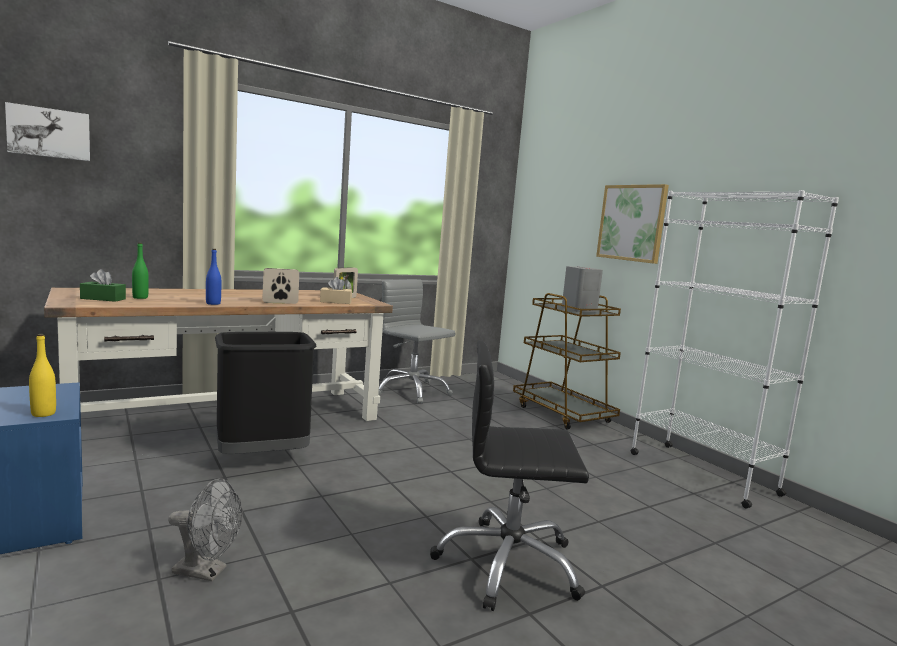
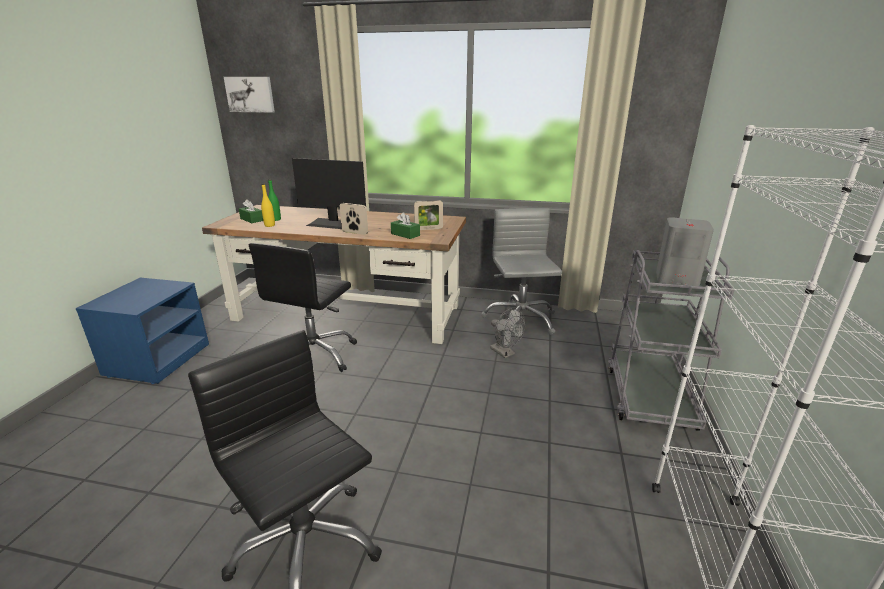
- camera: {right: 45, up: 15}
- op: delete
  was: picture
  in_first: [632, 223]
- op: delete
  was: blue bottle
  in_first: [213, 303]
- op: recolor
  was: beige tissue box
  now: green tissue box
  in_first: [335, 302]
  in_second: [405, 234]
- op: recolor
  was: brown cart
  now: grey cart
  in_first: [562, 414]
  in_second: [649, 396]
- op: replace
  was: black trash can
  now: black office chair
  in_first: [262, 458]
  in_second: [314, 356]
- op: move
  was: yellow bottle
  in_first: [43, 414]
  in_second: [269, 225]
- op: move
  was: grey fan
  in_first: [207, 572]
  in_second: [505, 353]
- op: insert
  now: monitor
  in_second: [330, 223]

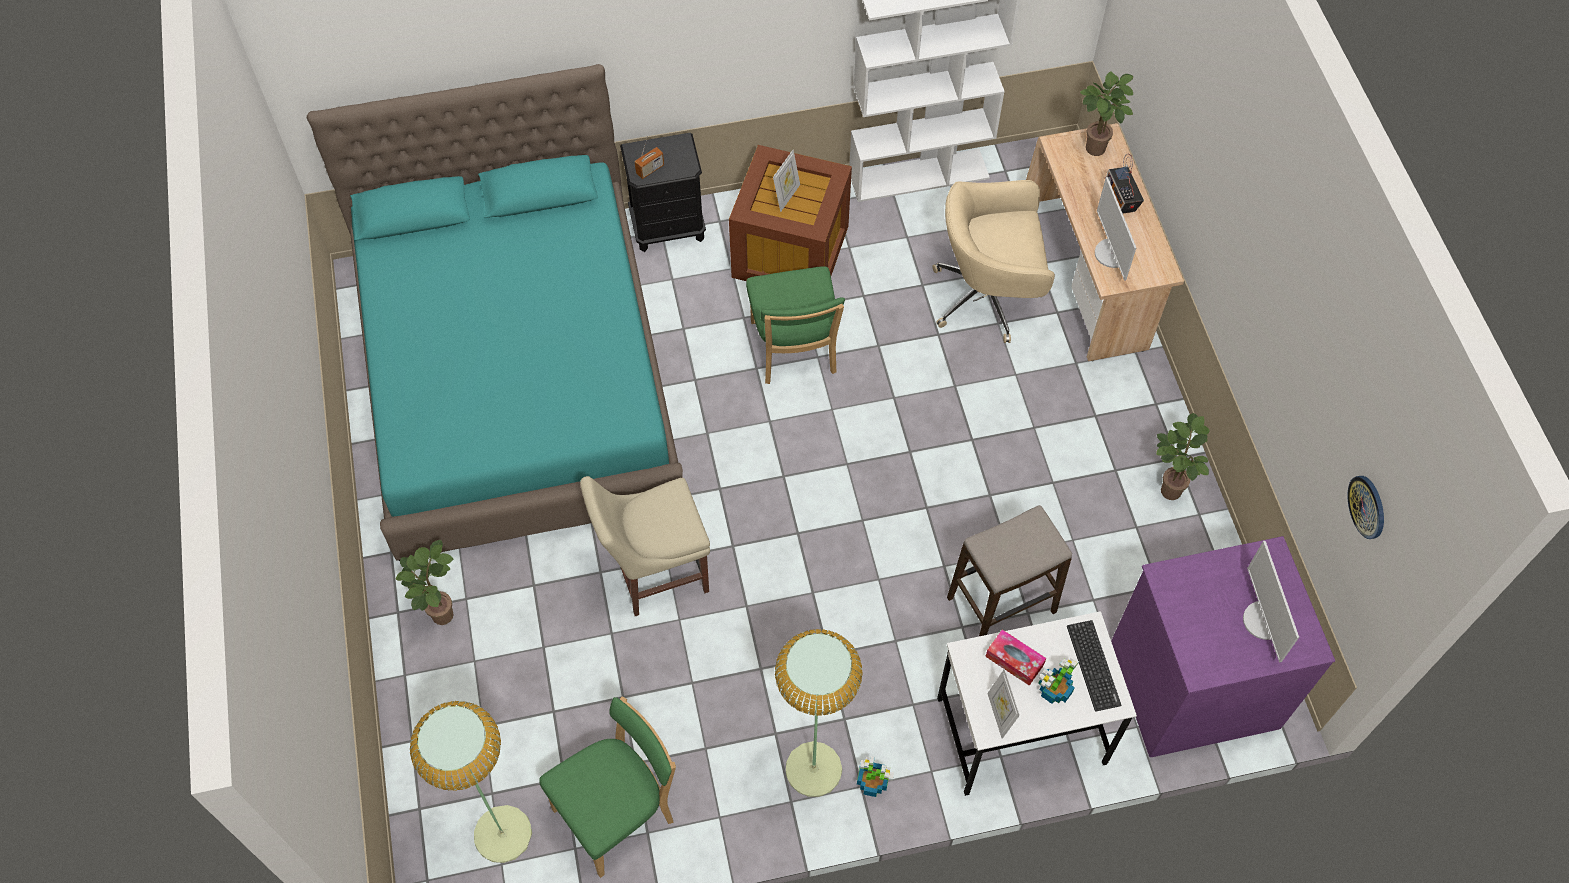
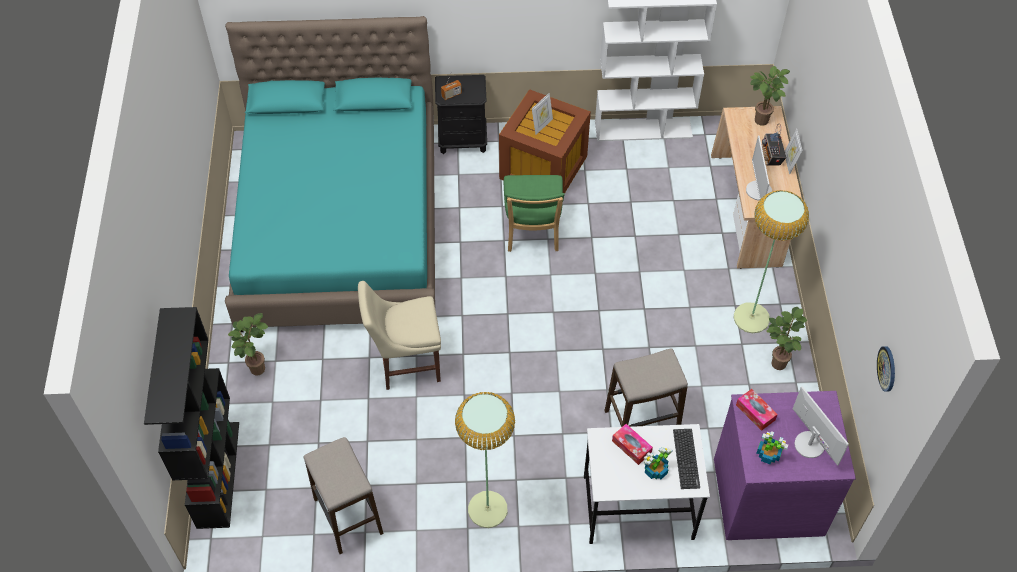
- camera: {right: 10, up: -5}
- op: delete
  was: beige office chair
  in_first: [988, 296]
- op: rotate
  was: monitor
  in_first: [1263, 621]
  in_second: [809, 444]
  clockwise: 150
- op: move
  was: picture frame
  in_first: [999, 714]
  in_second: [789, 163]
- op: replace
  was: green chair
  now: stool
  in_first: [619, 813]
  in_second: [348, 516]
- op: move
  was: floor lamp
  in_first: [502, 834]
  in_second: [751, 318]
- op: move
  was: potted plant
  in_first: [872, 782]
  in_second: [767, 454]
- op: insert
  now: black bookcase
  in_second: [217, 473]
- op: insert
  now: tissue box
  in_second: [755, 412]

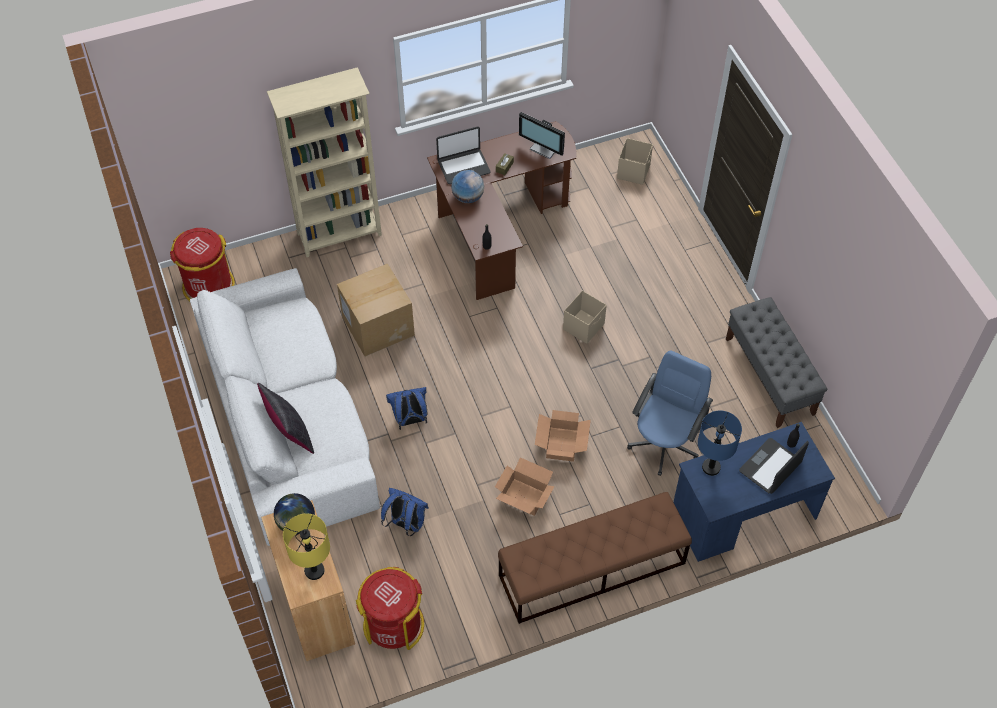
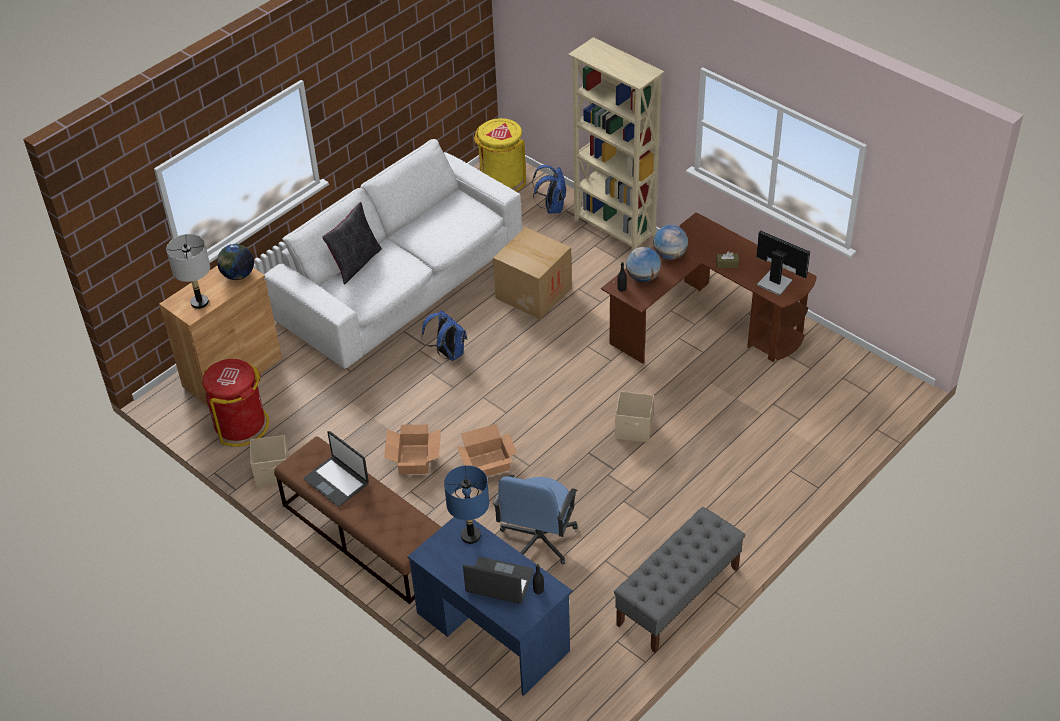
- camera: {right: 65, up: -10}
- op: rotate
  was: monitor
  in_first: [545, 148]
  in_second: [775, 282]
  clockwise: 120
- op: move
  was: laptop
  in_first: [463, 166]
  in_second: [337, 481]
- op: move
  was: beige storage box
  in_first: [634, 171]
  in_second: [273, 473]
- op: recolor
  was: red trash can
  now: yellow trash can
  in_first: [208, 286]
  in_second: [501, 180]
- op: rotate
  was: blue office chair
  in_first: [664, 443]
  in_second: [538, 540]
  clockwise: 105
- op: move
  was: blue backpack
  in_first: [406, 524]
  in_second: [552, 207]
- op: recolor
  was: yellow table lamp
  now: grey table lamp
  in_first: [314, 570]
  in_second: [200, 302]
- op: insert
  now: globe
  in_second: [643, 277]

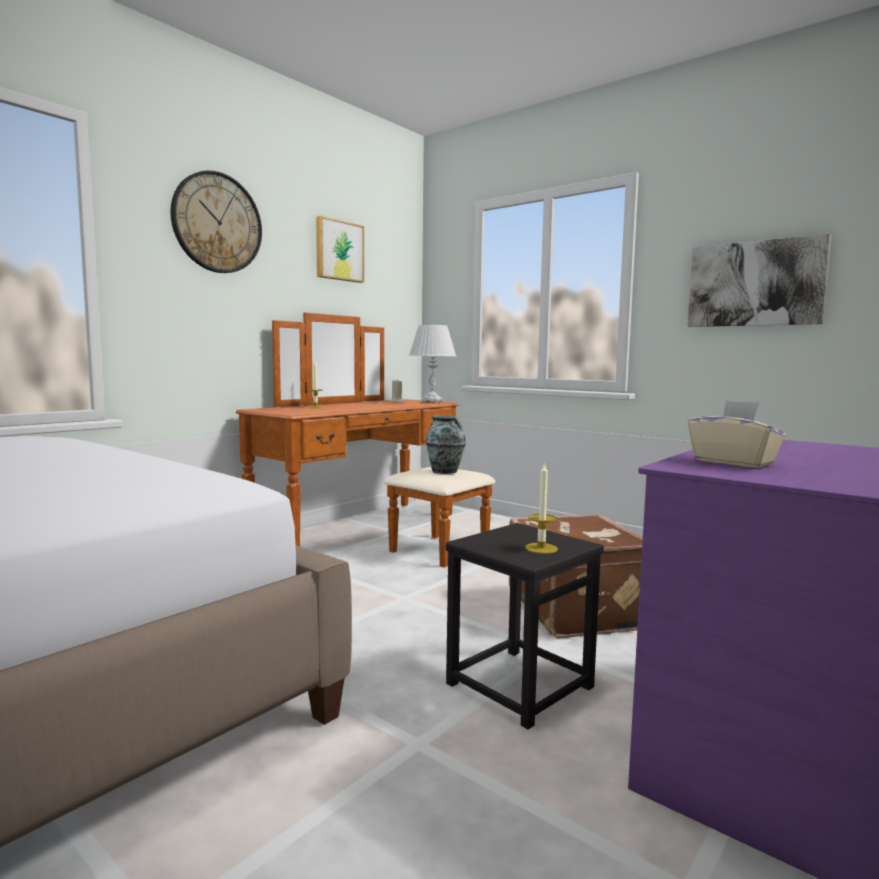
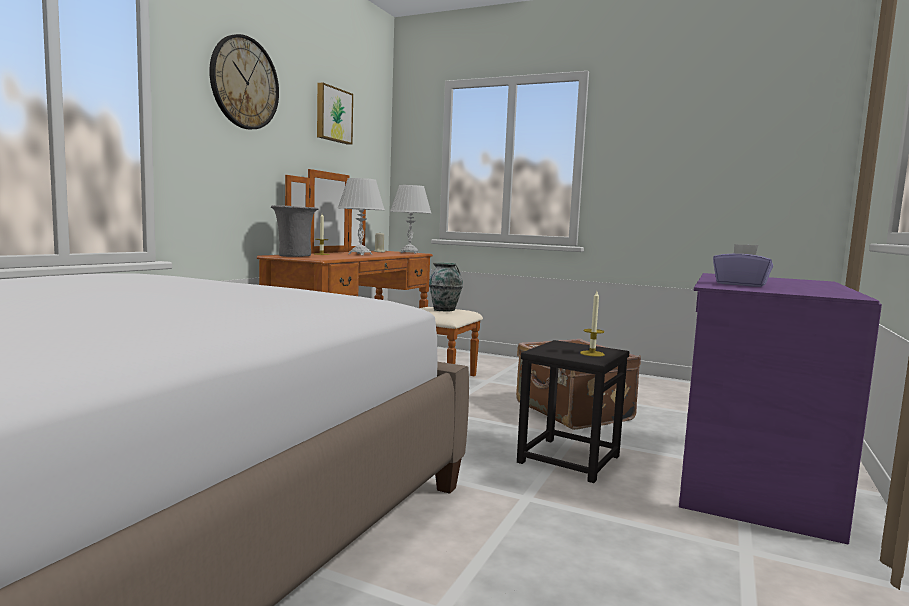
- camera: {right: -15, up: 0}
- op: delete
  was: picture
  in_first: [755, 284]
- op: recolor
  was: beige tissue box
  now: purple tissue box
  in_first: [733, 462]
  in_second: [741, 284]
- op: insert
  now: white table lamp
  in_second: [360, 254]
- op: insert
  now: grey vase
  in_second: [295, 256]

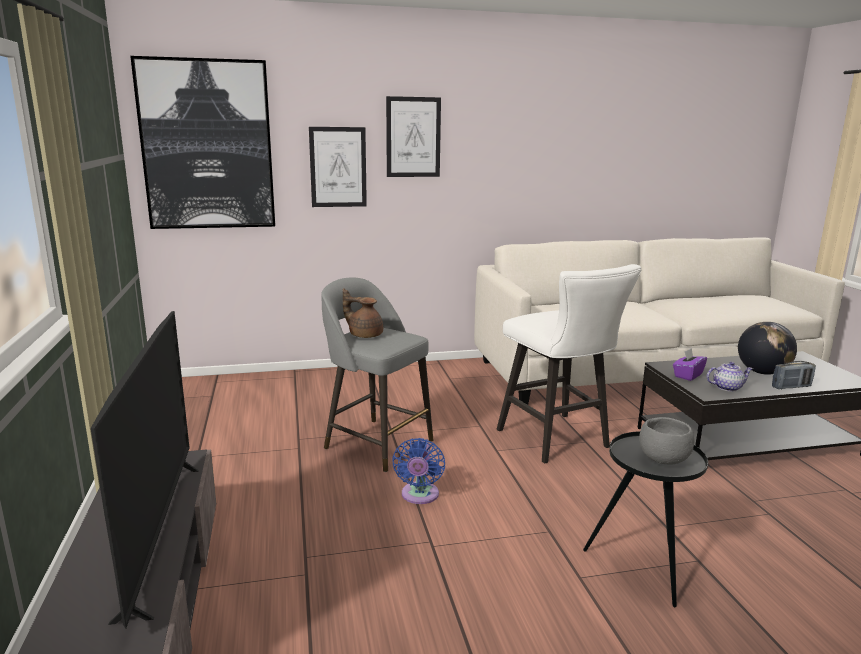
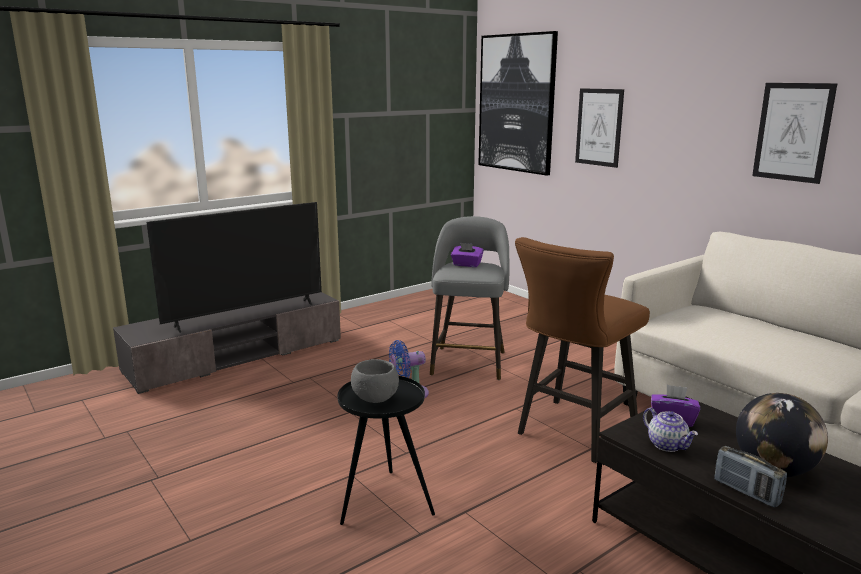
- camera: {right: 65, up: 0}
- op: move
  was: picture
  in_first: [413, 137]
  in_second: [792, 132]
- op: recolor
  was: white stool
  now: brown stool
  in_first: [558, 441]
  in_second: [572, 433]
- op: replace
  was: brown teapot
  now: purple tissue box
  in_first: [364, 334]
  in_second: [466, 264]

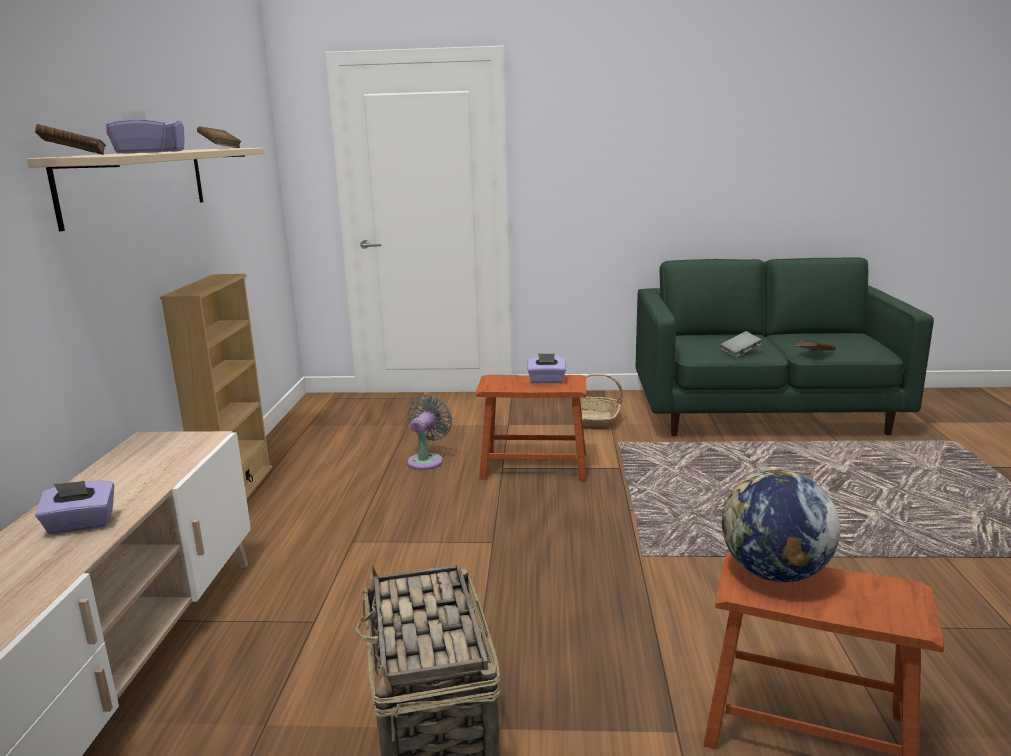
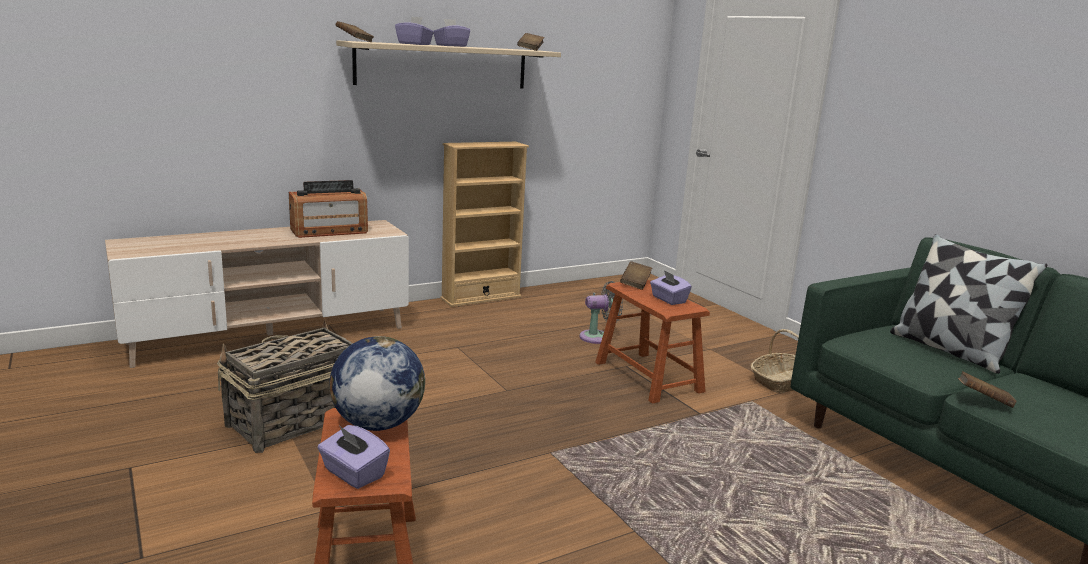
- camera: {right: 55, up: 0}
- op: delete
  was: grey book
  in_first: [740, 352]
- op: move
  was: purple tissue box
  in_first: [81, 525]
  in_second: [353, 474]
- op: insert
  now: radio
  in_second: [329, 231]
- op: insert
  now: pillow
  in_second: [949, 350]
- op: insert
  now: brown book
  in_second: [635, 284]

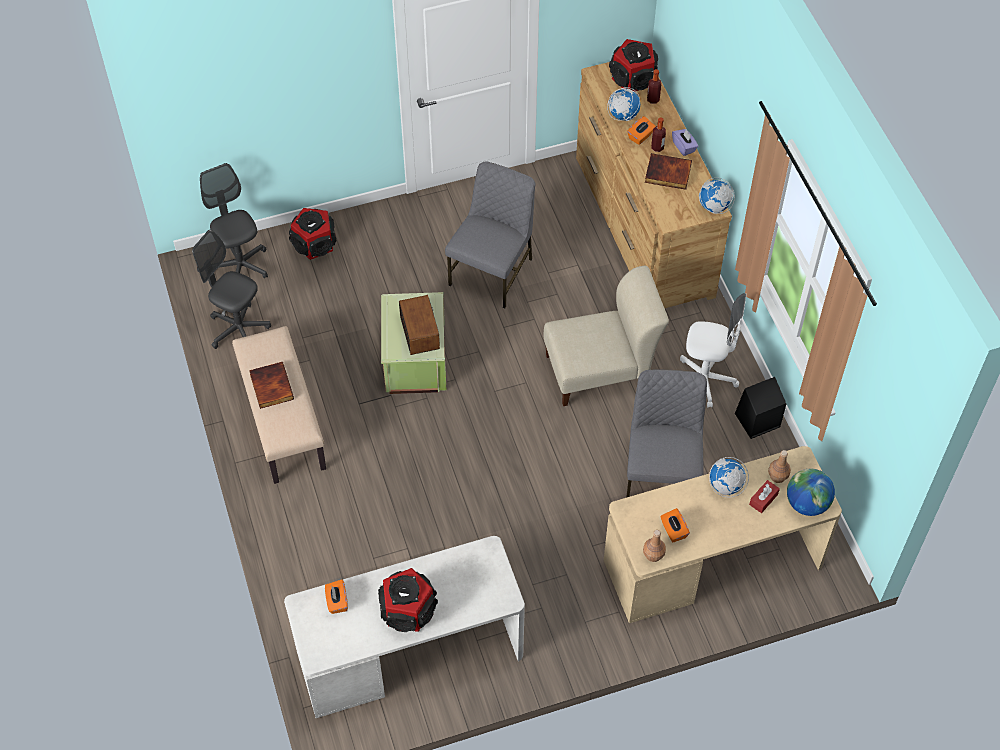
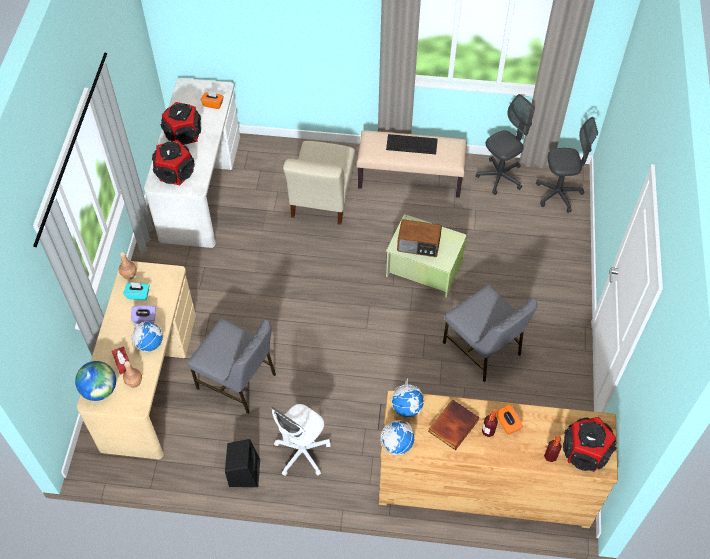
- camera: {right: 115, up: 0}
- op: move
  was: globe
  in_first: [623, 115]
  in_second: [407, 407]
- op: move
  was: purple tissue box
  in_first: [684, 147]
  in_second: [145, 319]
- op: move
  was: speaker
  in_first: [315, 244]
  in_second: [175, 173]
- op: move
  was: beige chair
  in_first: [601, 371]
  in_second: [321, 198]
- op: replace
  was: book
  now: keyboard
  in_first: [270, 386]
  in_second: [412, 144]
- op: recolor
  was: orange tissue box
  now: turquoise tissue box
  in_first: [673, 531]
  in_second: [138, 294]

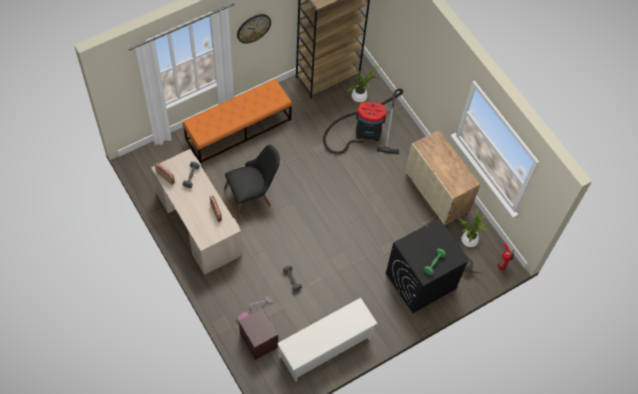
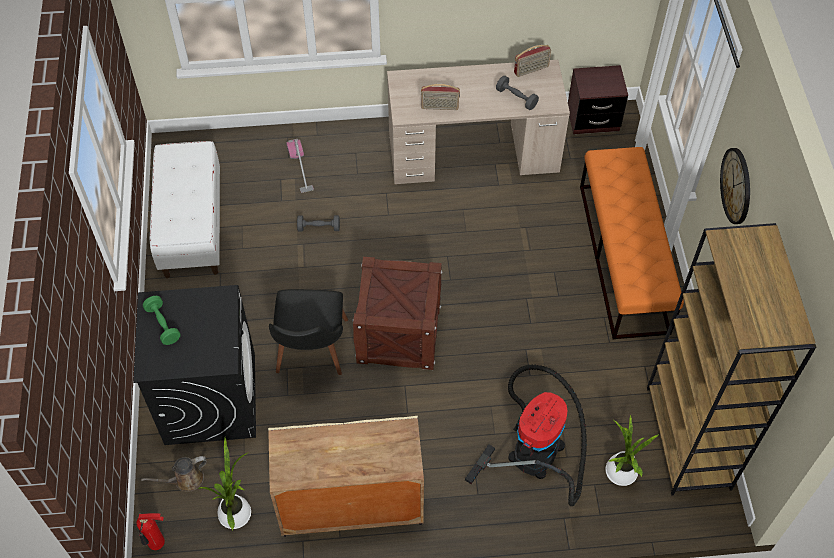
- camera: {right: 120, up: -5}
- op: move
  was: black chair
  in_first: [253, 195]
  in_second: [310, 355]
- op: replace
  was: white shoe rack
  now: white bench
  in_first: [325, 348]
  in_second: [192, 227]
- op: move
  was: brown nightstand
  in_first: [258, 340]
  in_second: [593, 119]
- op: insert
  now: crate
  in_second: [399, 333]

